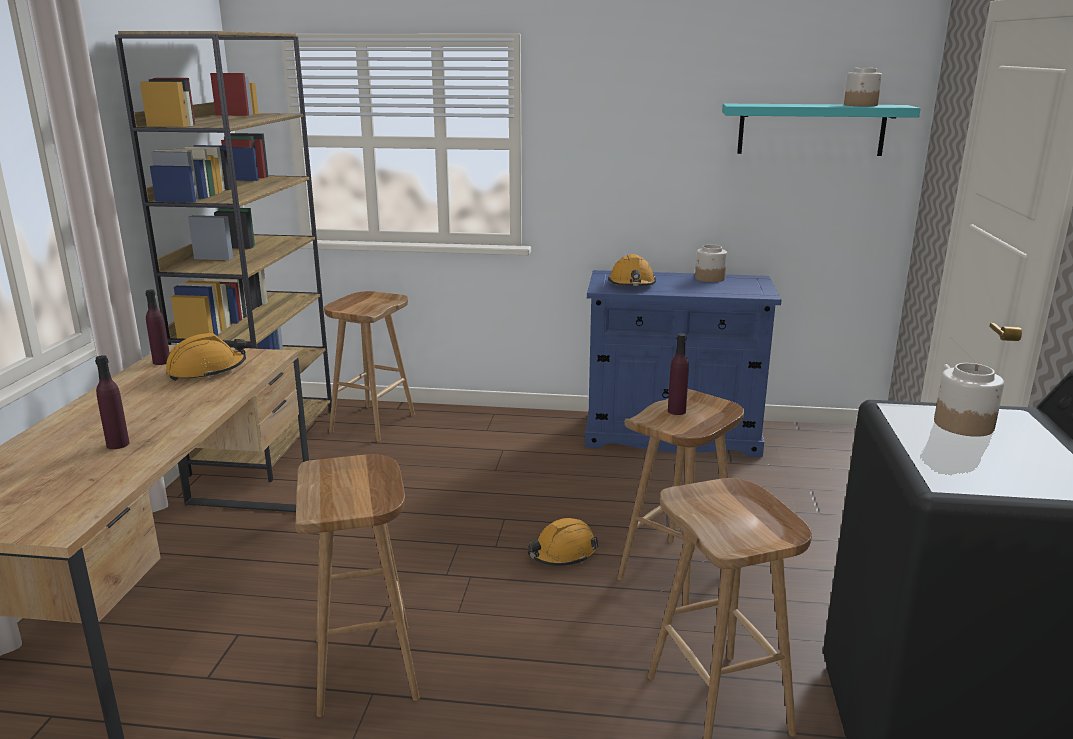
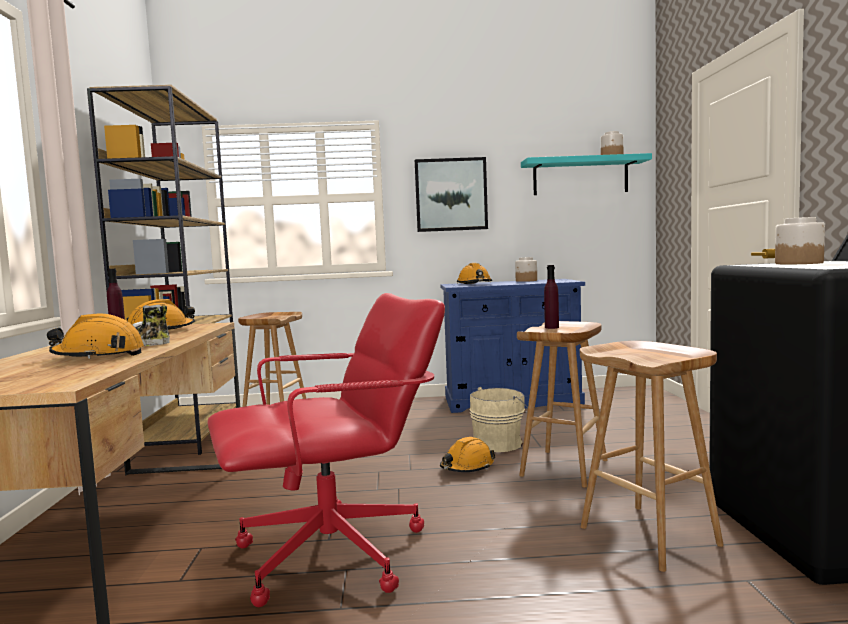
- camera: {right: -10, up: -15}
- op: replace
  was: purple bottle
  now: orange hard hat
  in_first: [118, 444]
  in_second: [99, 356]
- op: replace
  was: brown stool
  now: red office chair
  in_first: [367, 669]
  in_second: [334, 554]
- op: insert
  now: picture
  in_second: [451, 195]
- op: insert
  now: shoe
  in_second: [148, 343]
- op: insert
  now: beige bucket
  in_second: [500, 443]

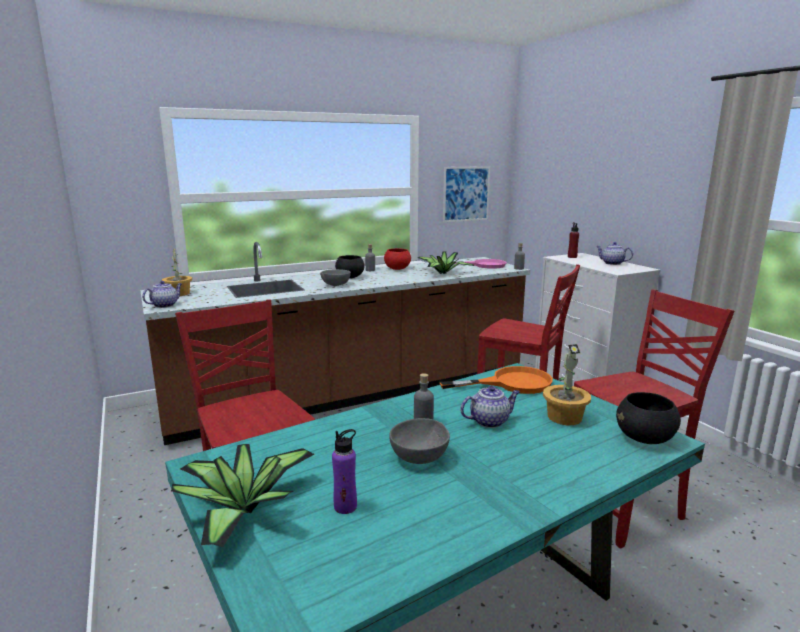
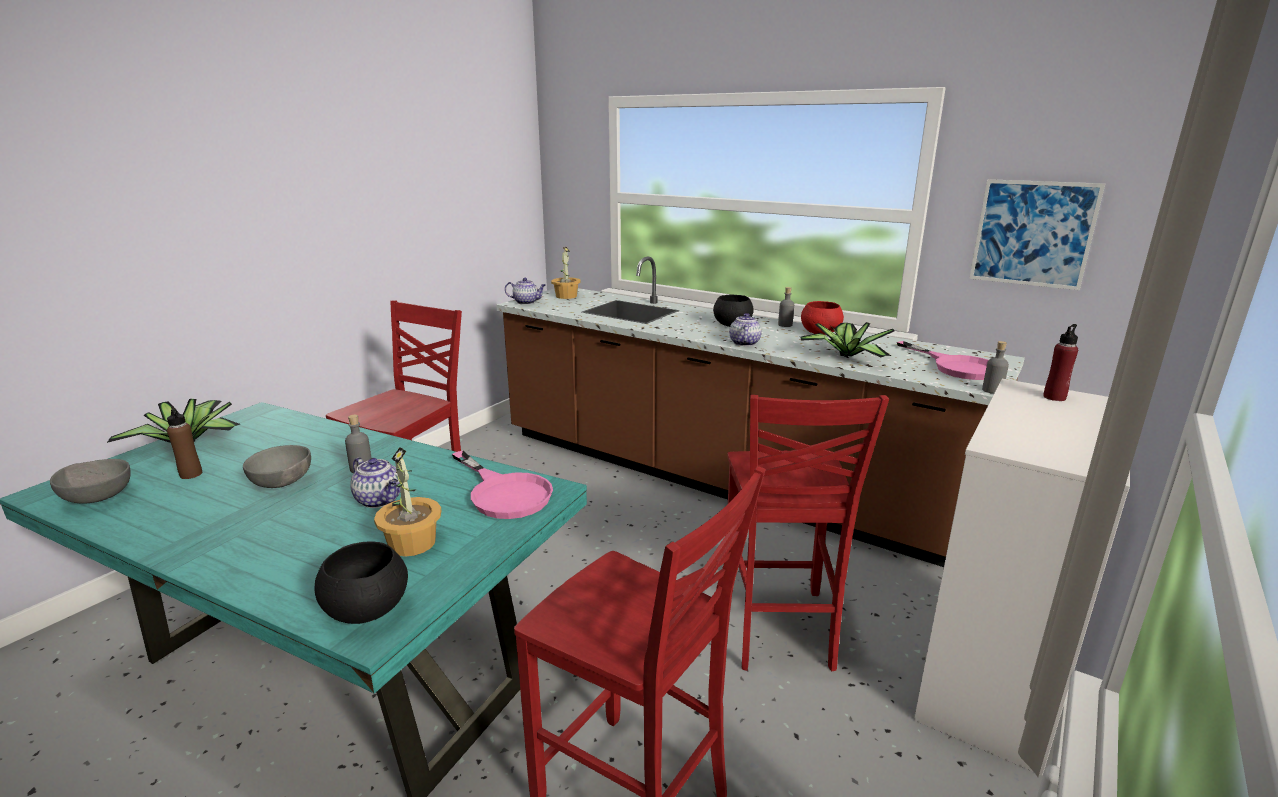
- camera: {right: 60, up: 5}
- op: move
  was: teapot
  in_first: [612, 263]
  in_second: [744, 343]
- op: move
  was: grey bowl
  in_first: [334, 285]
  in_second: [98, 497]
- op: recolor
  was: orange frying pan
  now: pink frying pan
  in_first: [511, 383]
  in_second: [504, 493]
- op: recolor
  was: purple bottle
  now: brown bottle
  in_first: [345, 506]
  in_second: [191, 474]

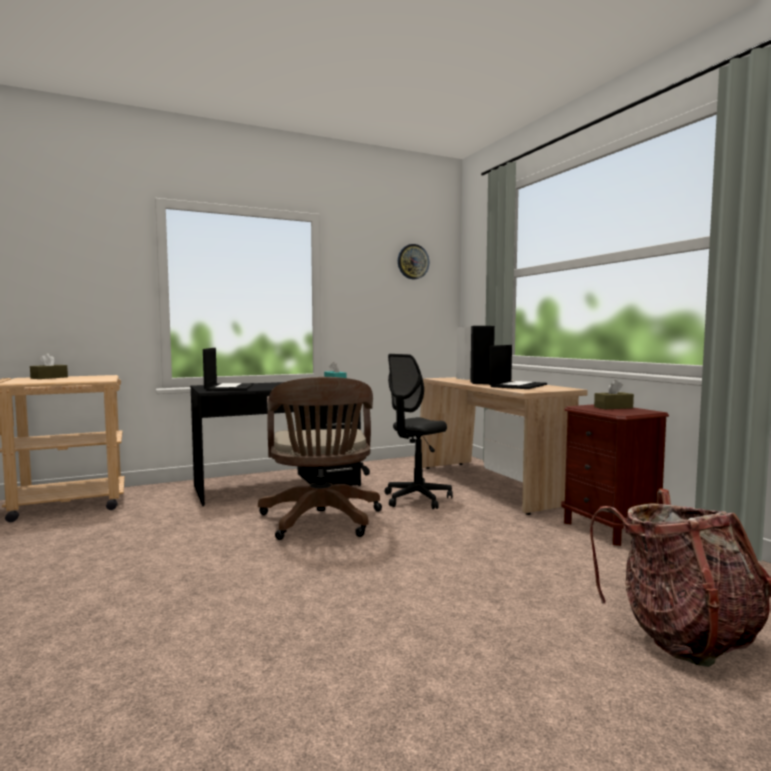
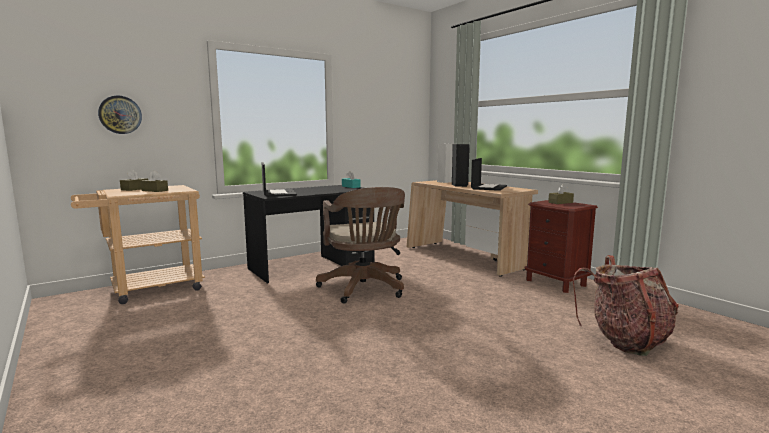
- camera: {right: -10, up: 5}
- op: move
  was: wall clock
  in_first: [413, 261]
  in_second: [120, 115]
- op: delete
  was: black office chair
  in_first: [416, 499]
- op: insert
  now: brown tissue box
  in_second: [154, 190]

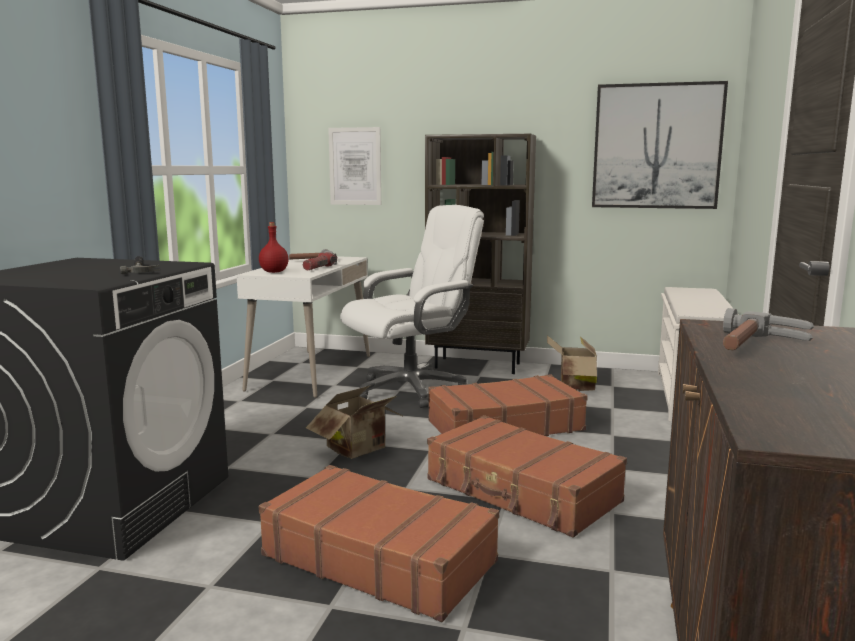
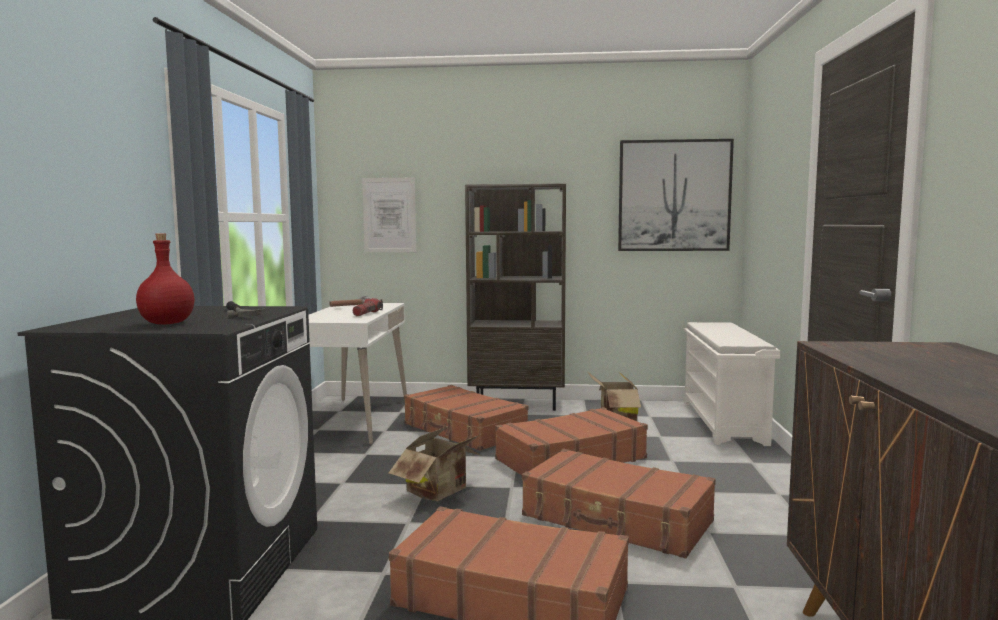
- camera: {right: -10, up: -5}
- op: replace
  was: white office chair
  now: brown suitcase
  in_first: [411, 389]
  in_second: [464, 430]
- op: move
  was: red bottle
  in_first: [273, 272]
  in_second: [166, 323]
- op: delete
  was: hammer
  in_first: [758, 346]

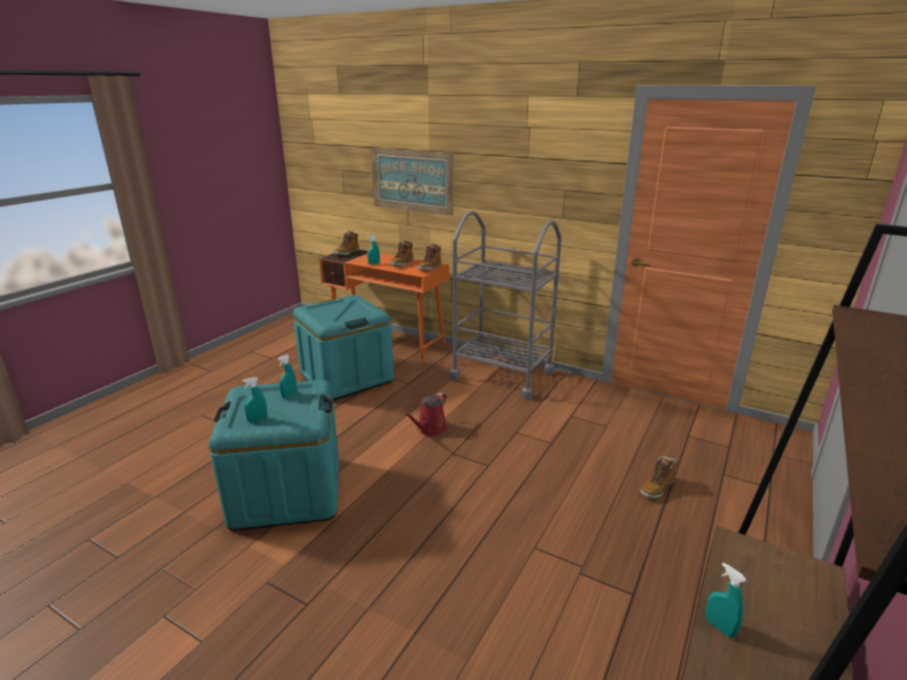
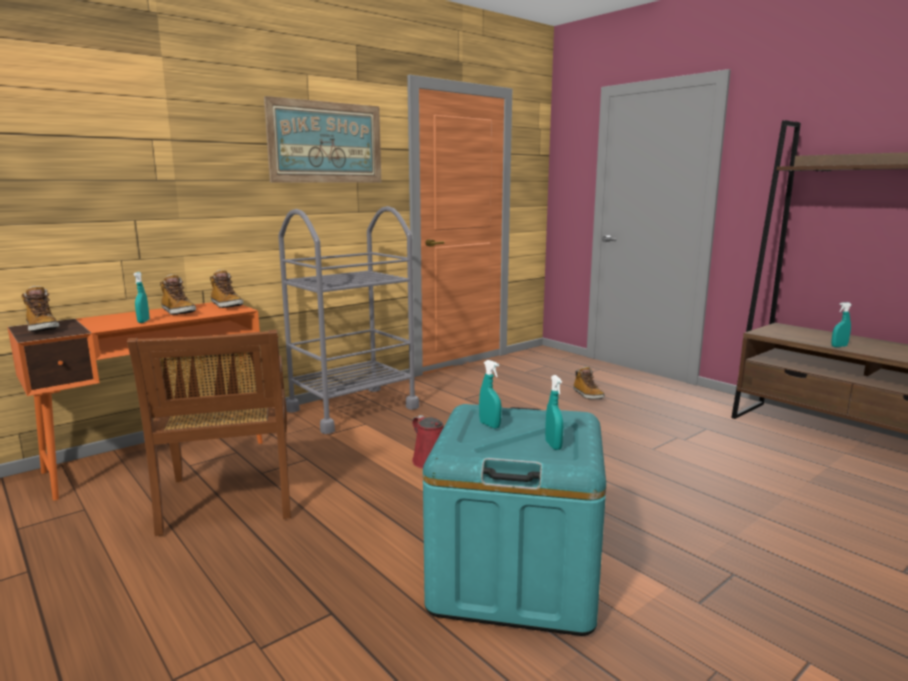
- camera: {right: -70, up: -10}
- op: move
  was: picture
  in_first: [412, 180]
  in_second: [326, 142]
- op: replace
  was: turquoise storage box
  now: brown chair
  in_first: [346, 377]
  in_second: [229, 500]

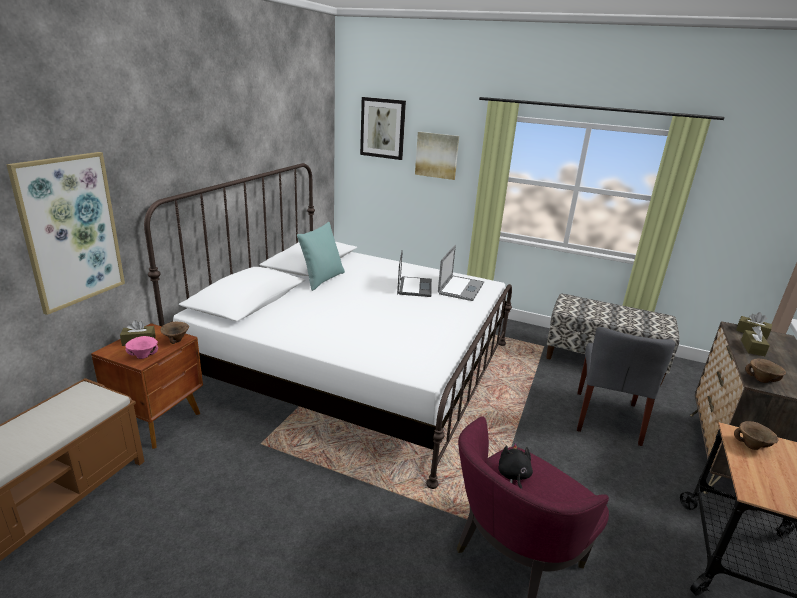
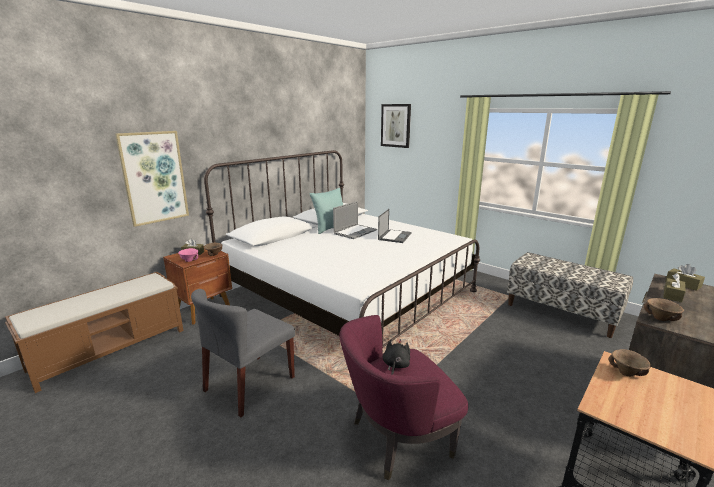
- camera: {right: 20, up: -5}
- op: delete
  was: picture
  in_first: [437, 155]
- op: move
  was: laptop
  in_first: [461, 288]
  in_second: [355, 232]
- op: move
  was: grey chair
  in_first: [607, 417]
  in_second: [249, 384]

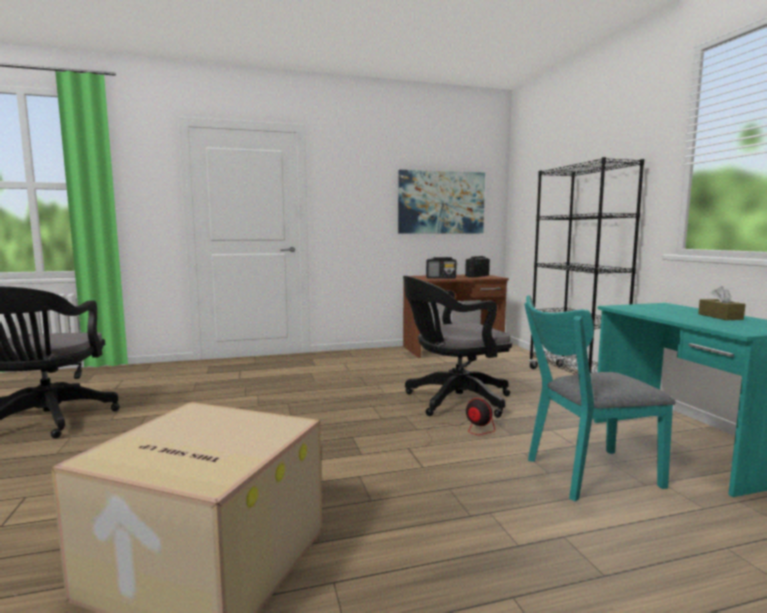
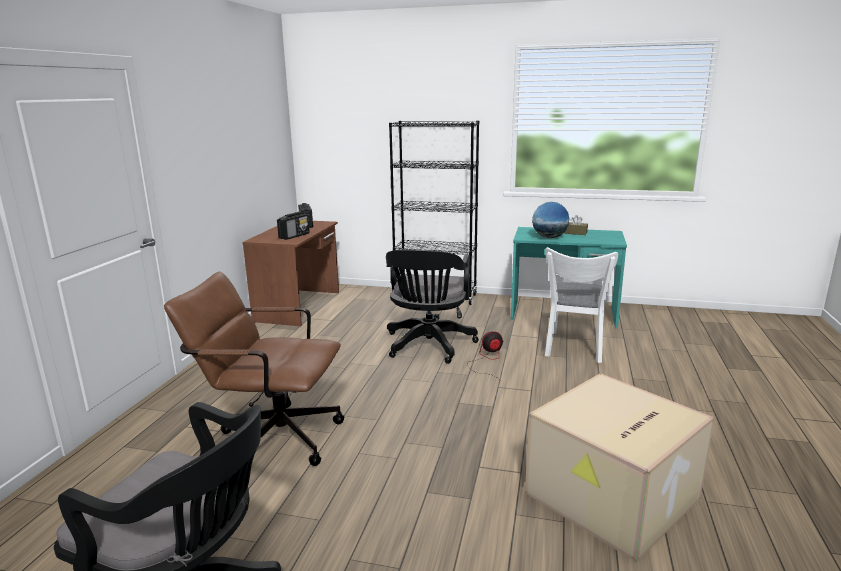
- camera: {right: -60, up: 10}
- op: delete
  was: picture
  in_first: [441, 202]
- op: recolor
  was: turquoise chair
  now: white chair
  in_first: [584, 474]
  in_second: [574, 349]
- op: insert
  now: globe
  in_second: [549, 237]
- op: insert
  now: brown office chair
  in_second: [271, 436]

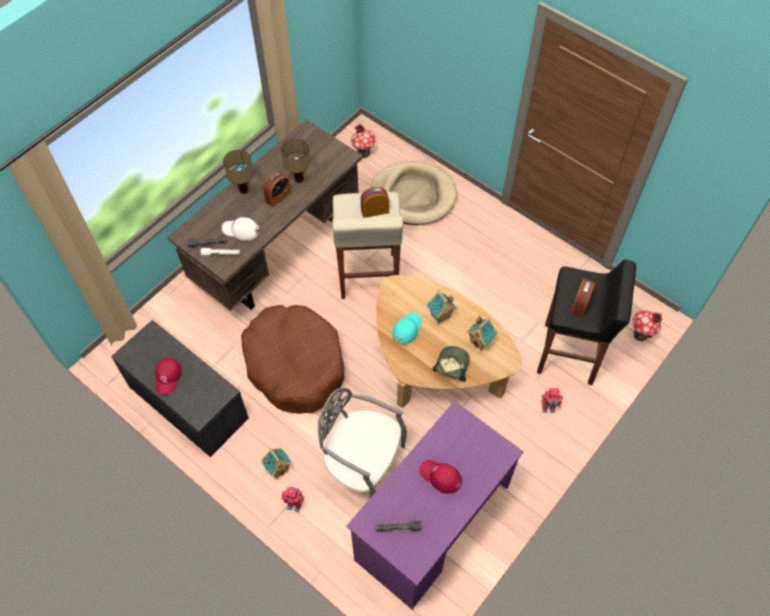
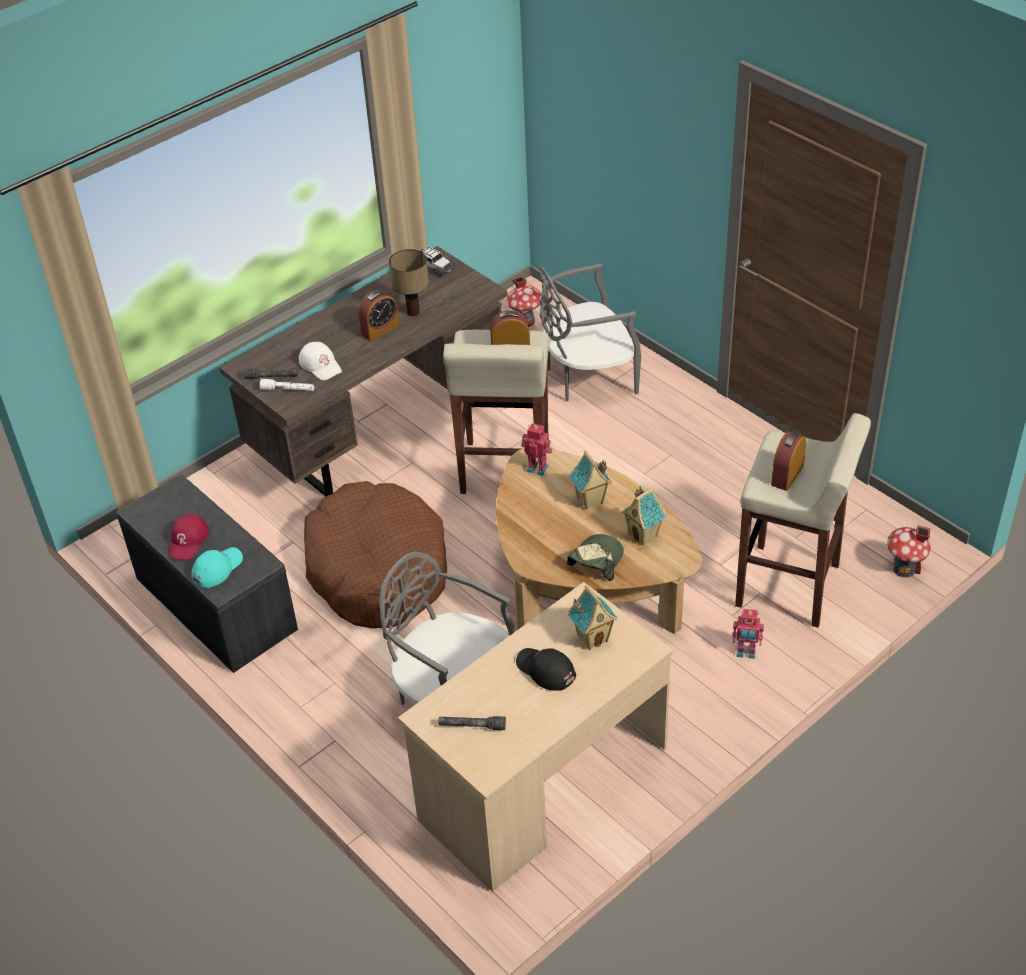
- camera: {right: 10, up: -15}
- op: delete
  was: table lamp
  in_first: [243, 190]
- op: replace
  was: beige dog bed
  now: grey chair
  in_first: [413, 196]
  in_second: [587, 376]
- op: rotate
  was: white cap
  in_first: [240, 230]
  in_second: [320, 365]
  clockwise: -150
- op: recolor
  was: black stool
  now: beige stool
  in_first: [569, 354]
  in_second: [789, 586]
- op: move
  was: turquoise cap
  in_first: [407, 329]
  in_second: [217, 568]
- op: recolor
  was: purple desk
  now: beige desk
  in_first: [432, 523]
  in_second: [543, 784]
- op: move
  was: toy house
  in_first: [278, 469]
  in_second: [592, 637]
- op: recolor
  was: red cap
  now: black cap
  in_first: [440, 476]
  in_second: [545, 670]
- op: move
  was: toy robot
  in_first: [295, 504]
  in_second: [537, 467]
- op: insert
  now: toy car
  in_second: [436, 267]

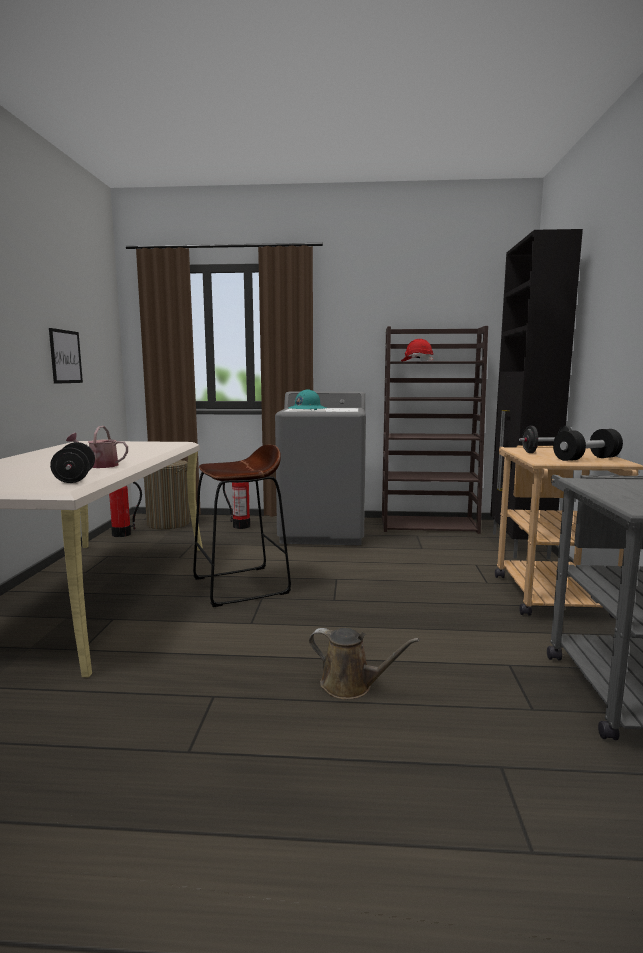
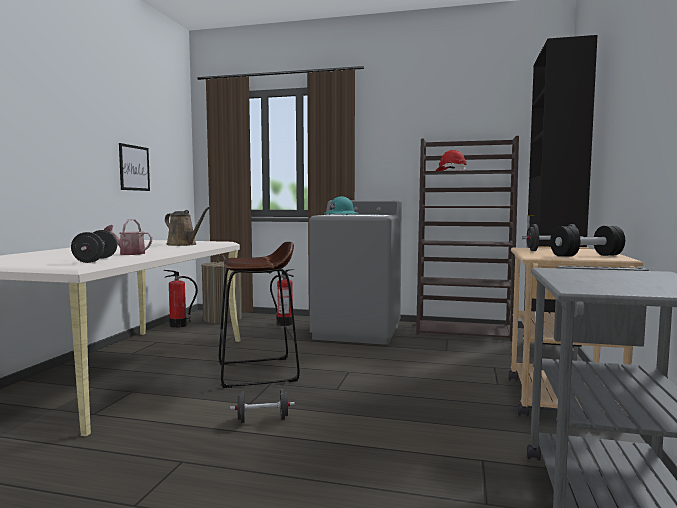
- camera: {right: 10, up: -5}
- op: move
  was: brown watering can
  in_first: [351, 685]
  in_second: [184, 244]
- op: insert
  now: black dumbbell
  in_second: [262, 420]

